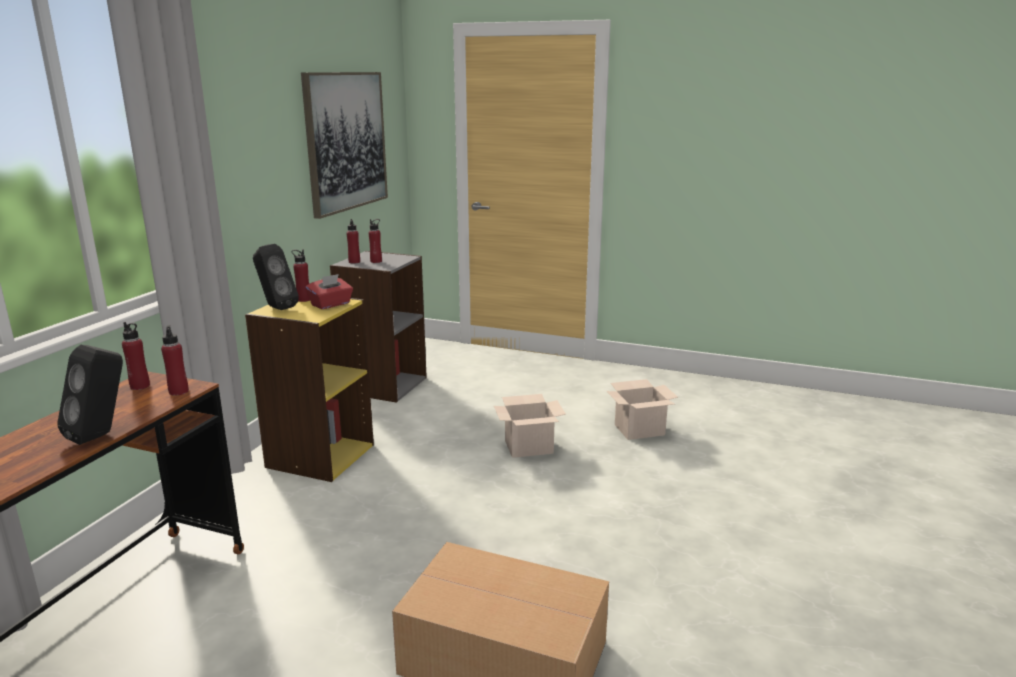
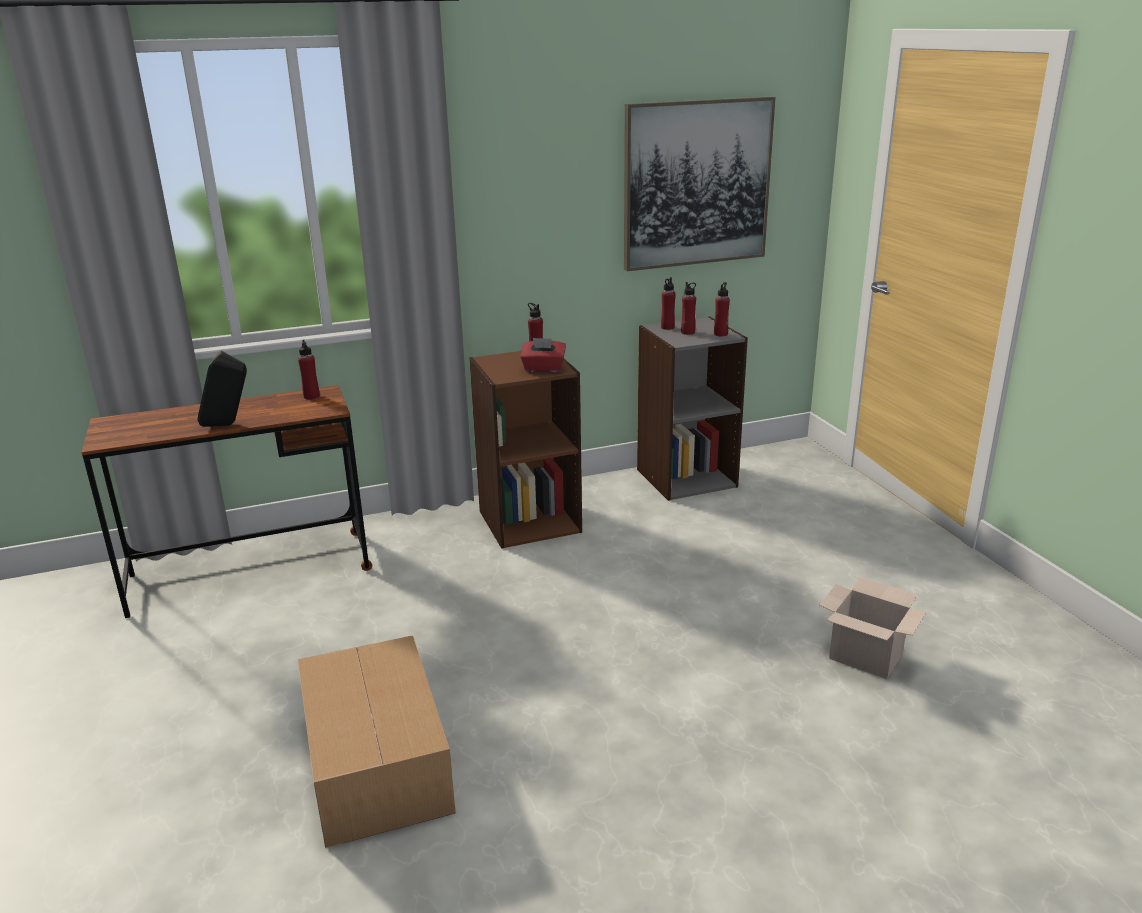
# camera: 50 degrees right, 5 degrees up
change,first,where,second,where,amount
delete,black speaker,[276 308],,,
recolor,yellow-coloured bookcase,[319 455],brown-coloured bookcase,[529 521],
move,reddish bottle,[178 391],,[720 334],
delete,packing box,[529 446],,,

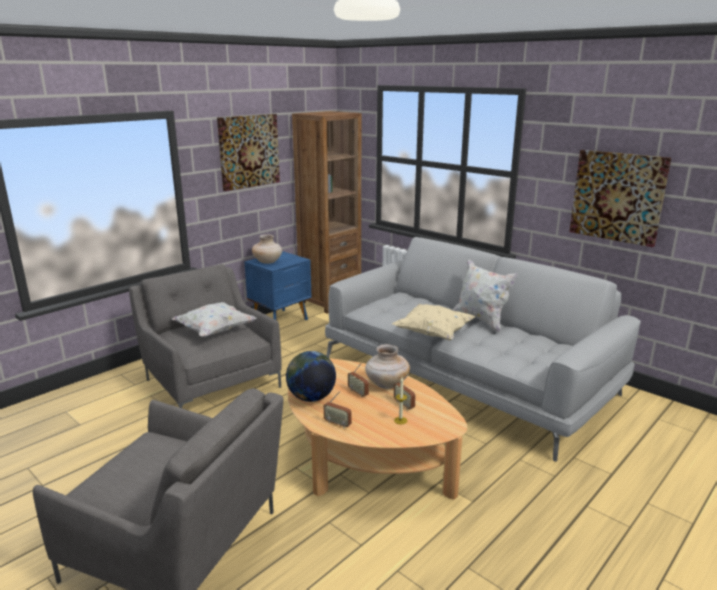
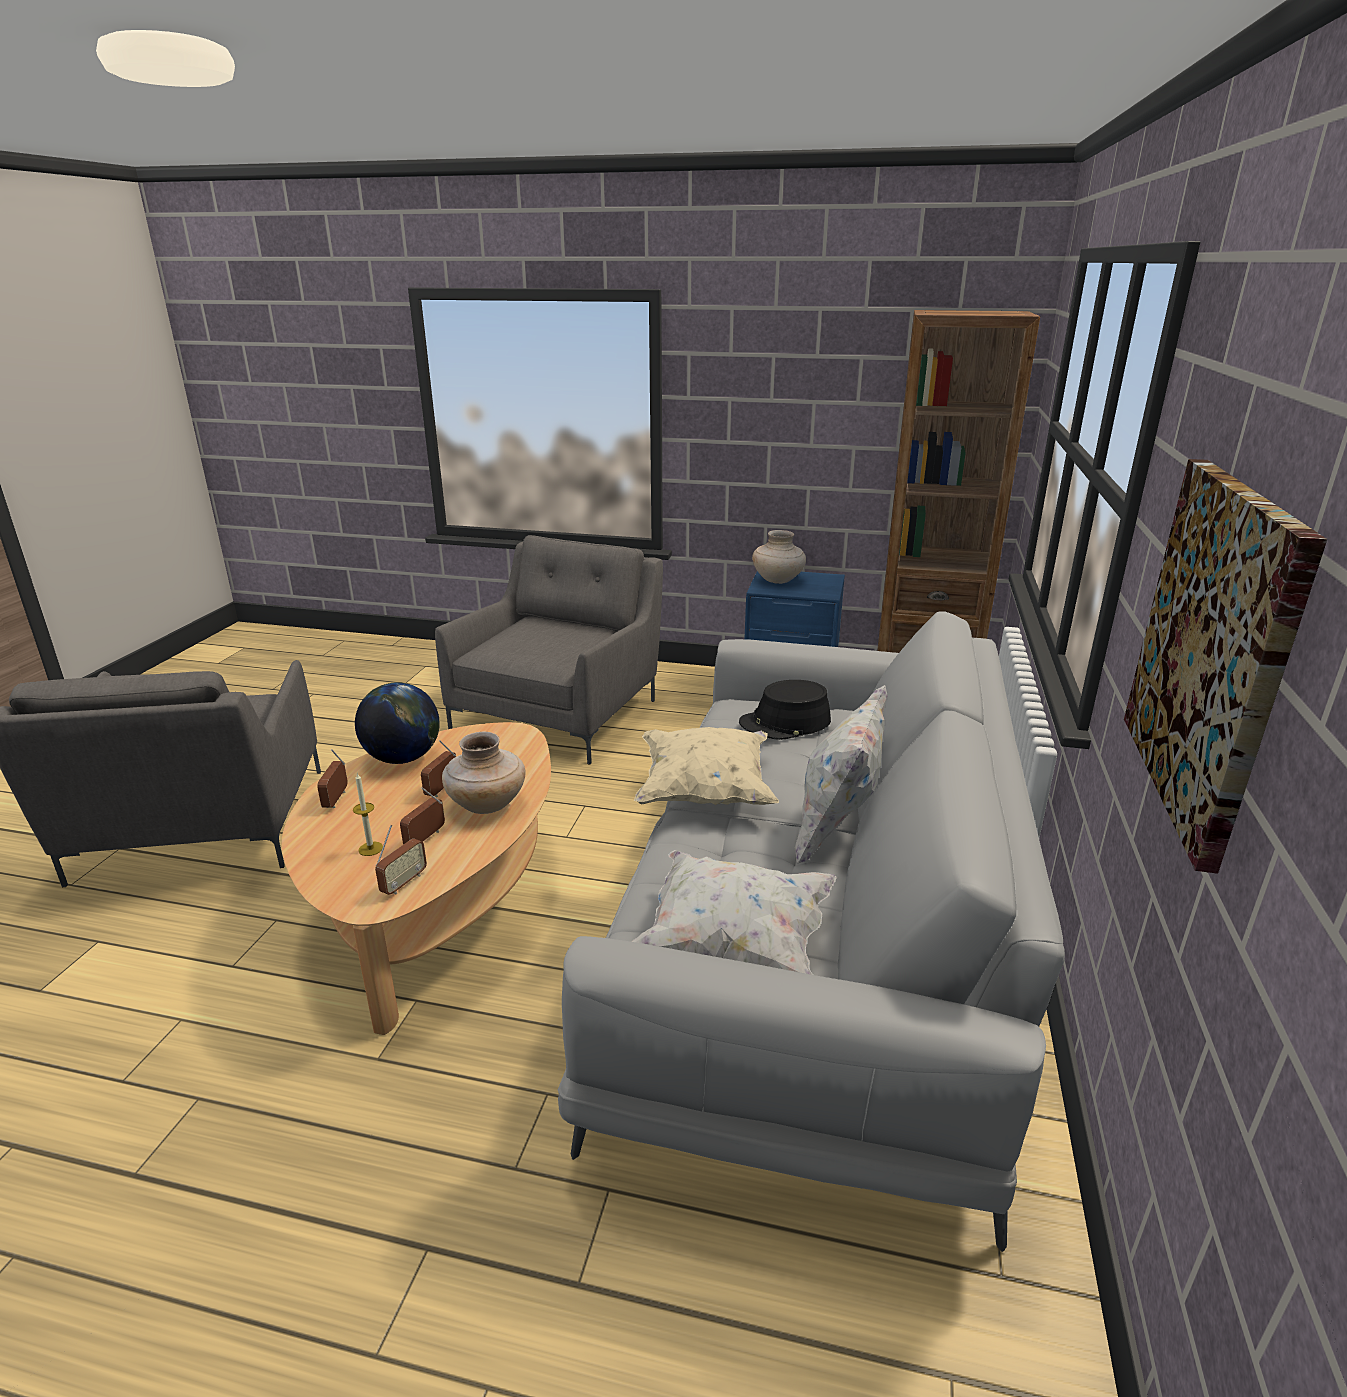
# camera: 60 degrees right, 5 degrees up
change,first,where,second,where,amount
delete,wall art,[248 151],,,
move,white-coloured cushion,[215 331],,[734 946],
insert,,,black hat,[785 722],
insert,,,radio set,[404 883],

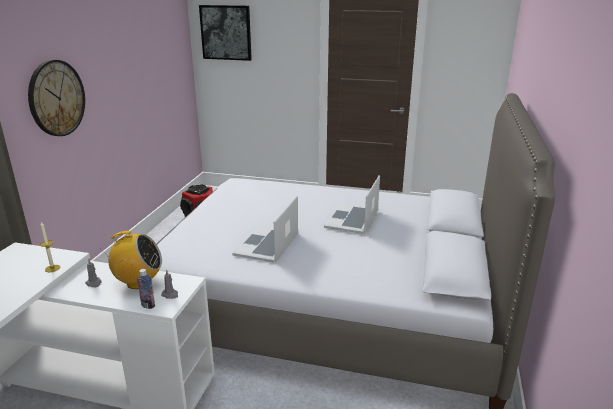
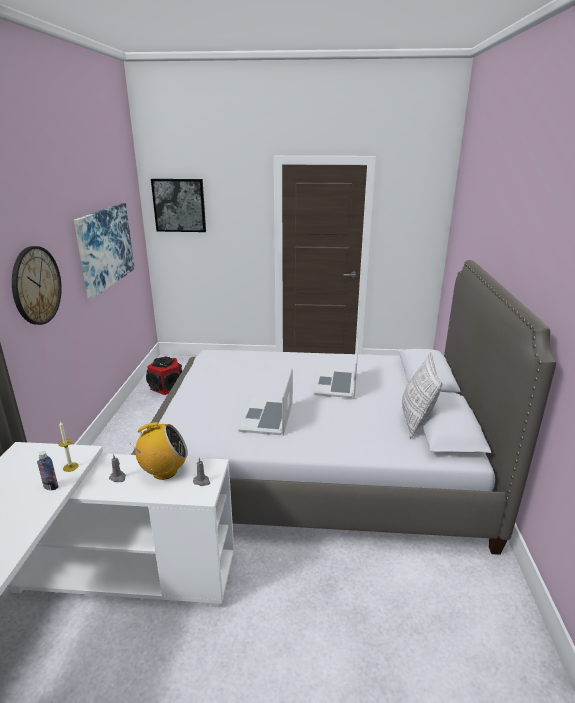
# camera: 10 degrees left, 0 degrees up
change,first,where,second,where,amount
move,bottle,[148 305],,[51 487],
insert,,,wall art,[105 247],
insert,,,cushion,[416 421],

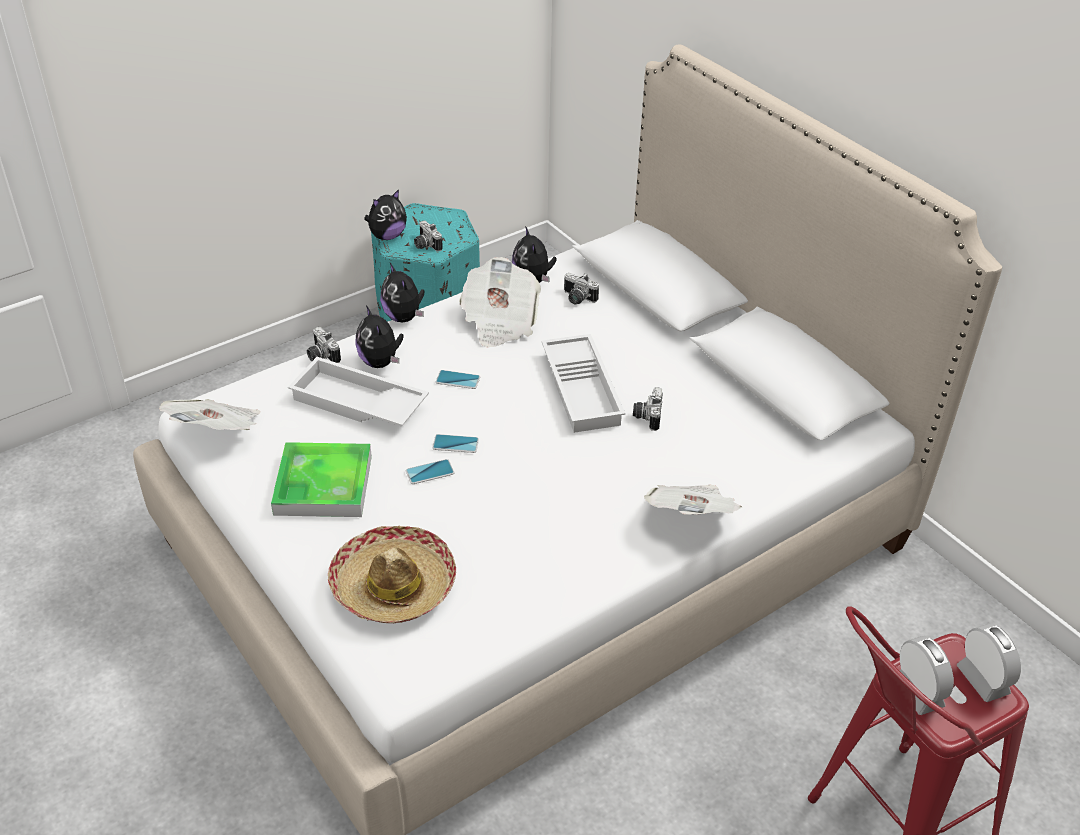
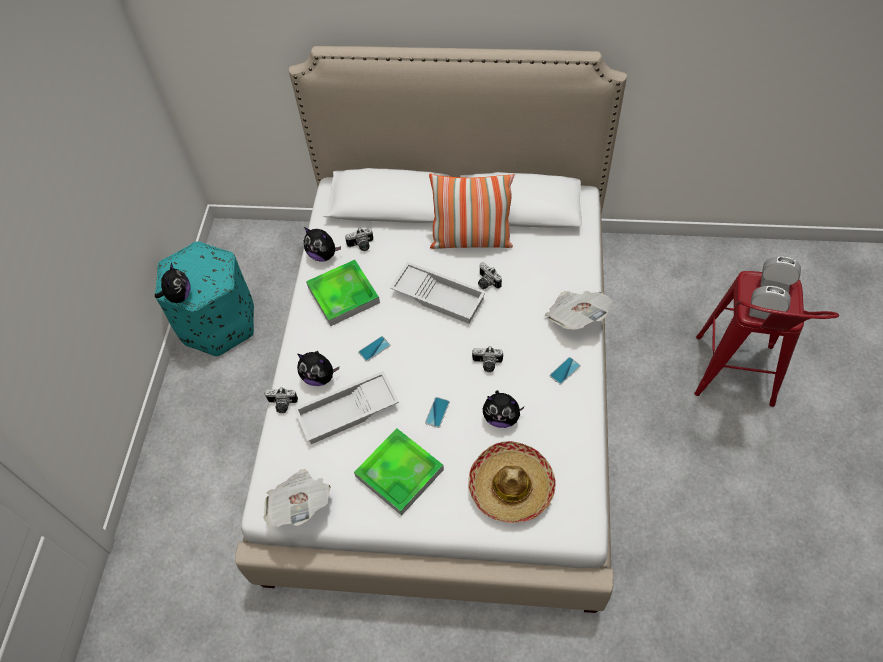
# camera: 45 degrees left, 15 degrees up
change,first,where,second,where,amount
move,photo camera,[425 245],,[487 364],
replace,newspaper,[499 322],tray,[343 295],
move,plush toy,[404 317],,[501 417],
move,telephone,[455 444],,[565 371],
insert,,,cushion,[471 240],

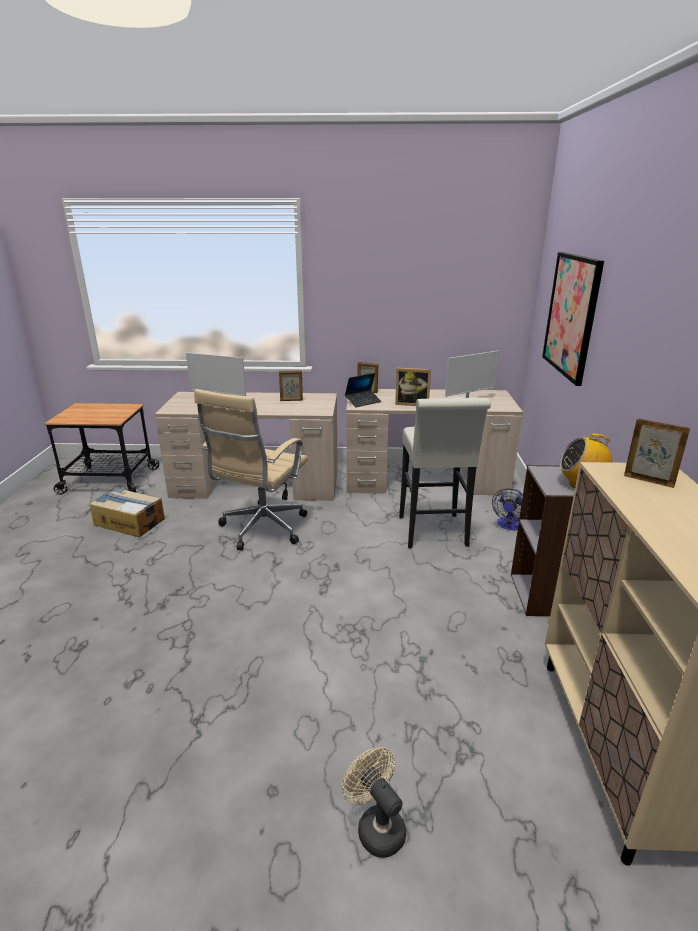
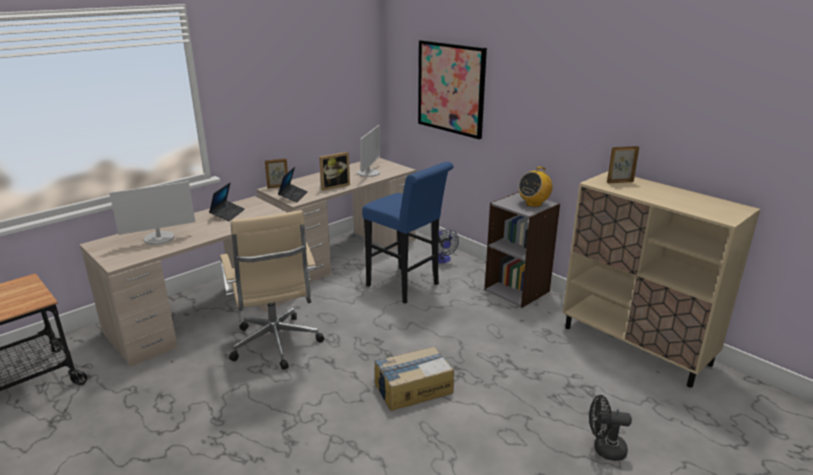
# camera: 45 degrees left, 0 degrees up
change,first,where,second,where,amount
replace,standing frame,[291 400],notebook computer,[227 214],
recolor,white-coloured stool,[434 534],blue stool,[406 287],
move,packing box,[129 521],,[412 388],
recolor,beige electric fan,[376 826],black electric fan,[604 449],

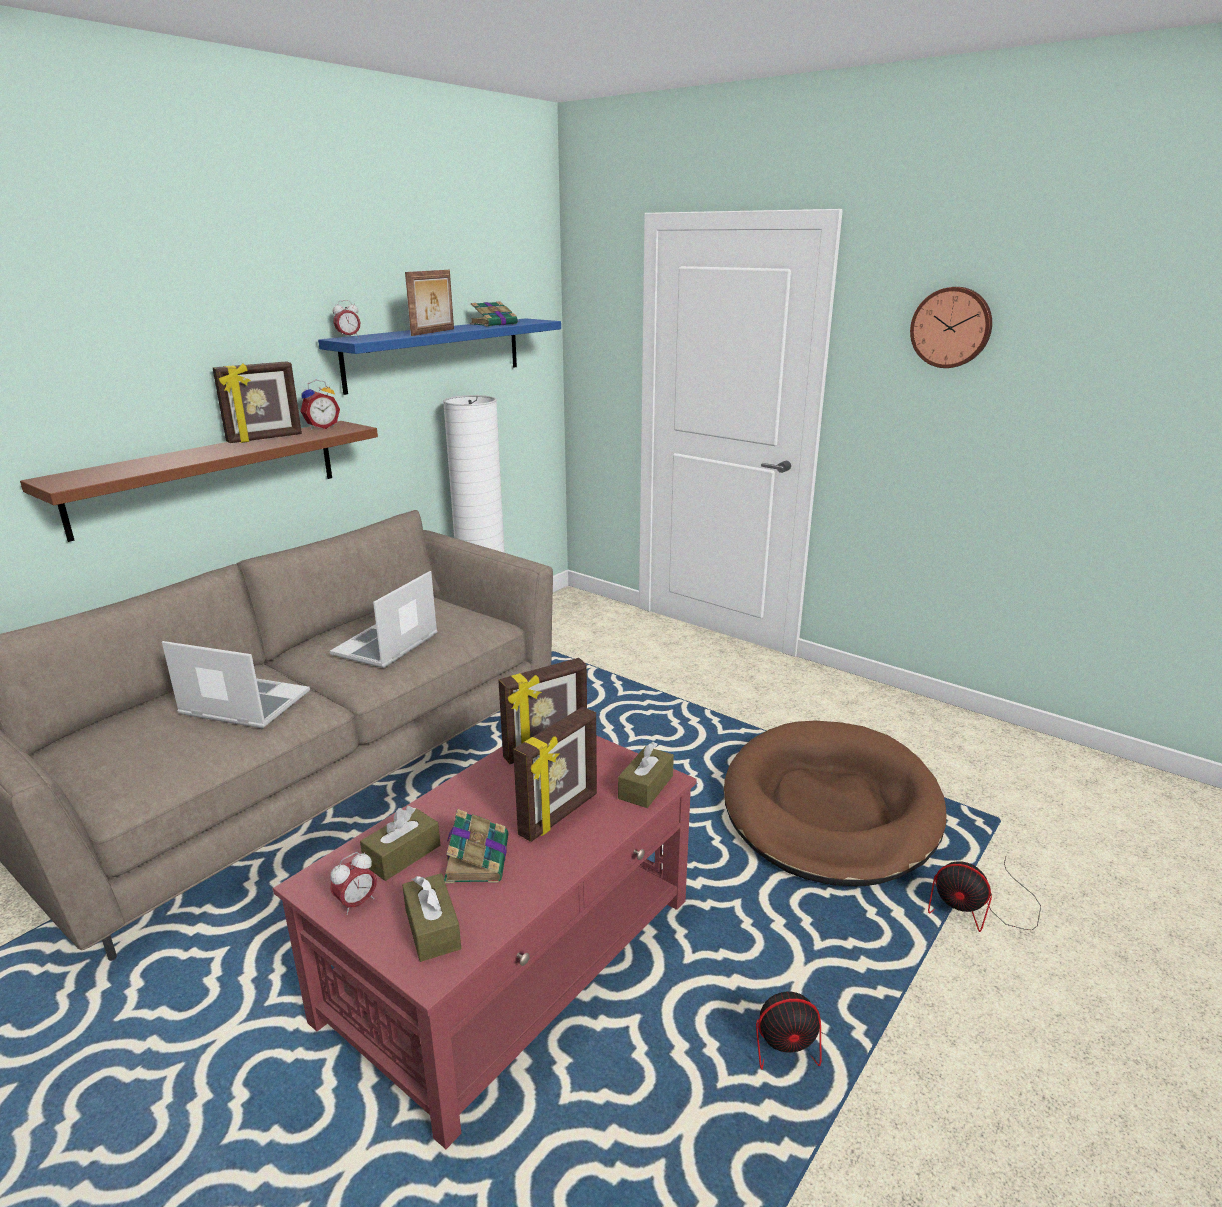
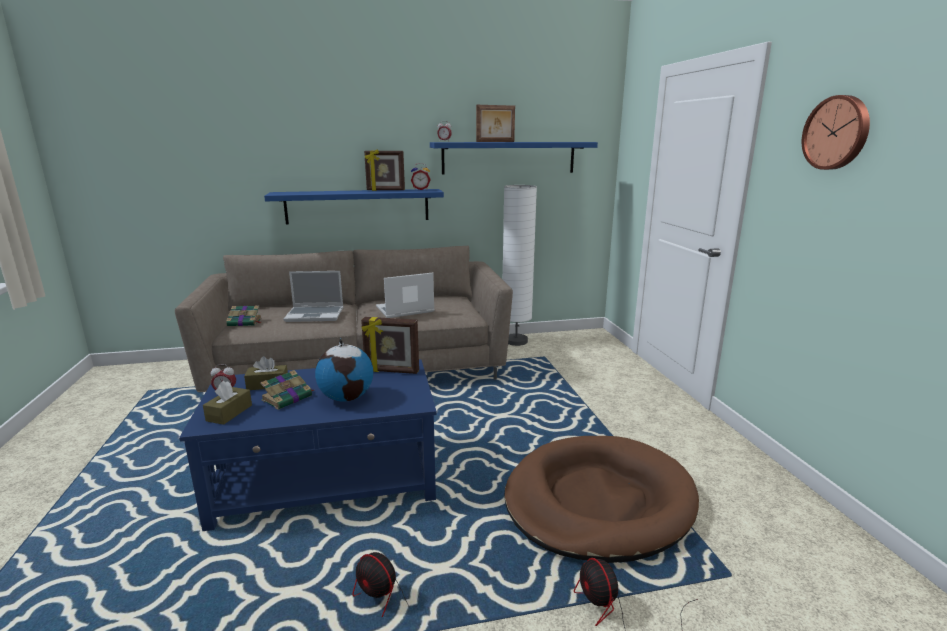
# camera: 40 degrees right, 5 degrees down
change,first,where,second,where,amount
move,volume,[495 324],,[245 322],
recolor,brown-coloured bracket shelf,[209 476],blue bracket shelf,[357 206],
rotate,notebook computer,[243 704],,[315 315],120 degrees clockwise
replace,standing frame,[560 815],world globe,[347 397],
recolor,reddish coffee table,[514 957],blue coffee table,[328 479],
delete,brown-coloured tissue holder,[646 787],,,

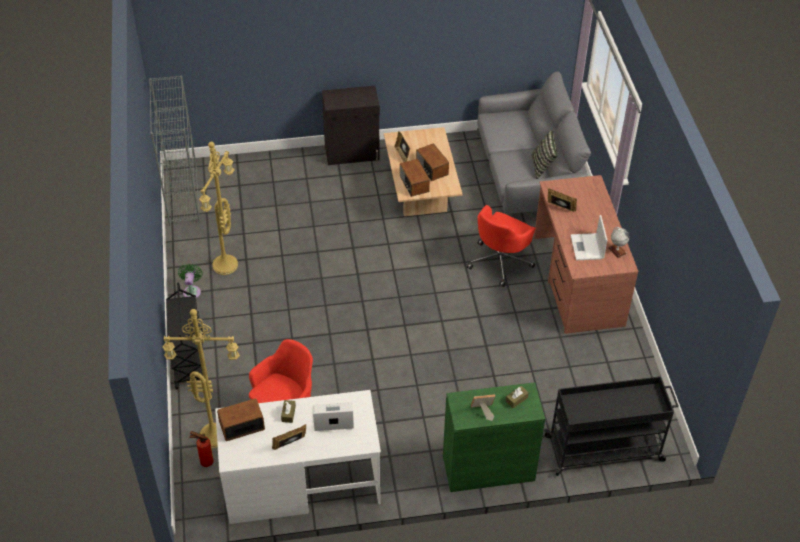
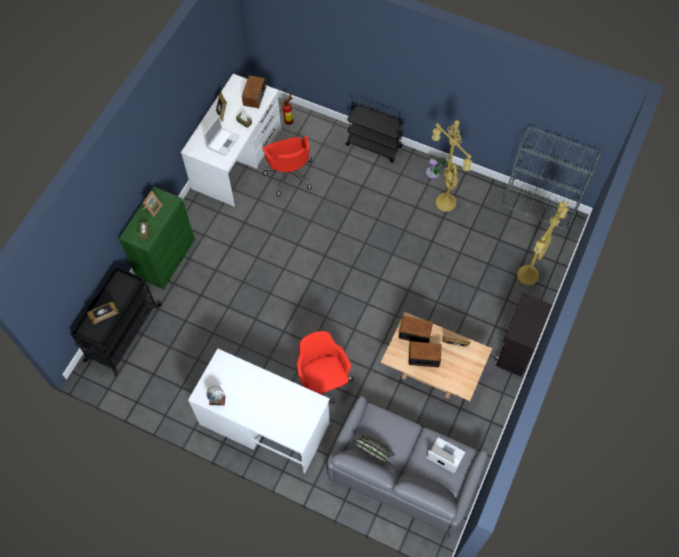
# camera: 125 degrees right, 15 degrees up
change,first,where,second,where,amount
recolor,brown-coloured desk,[577 281],white-coloured desk,[264 423],
move,standing frame,[560 208],,[105 316],
move,notebook computer,[587 247],,[444 455],
move,yellow-coloured standard lamp,[215 434],,[528 277],

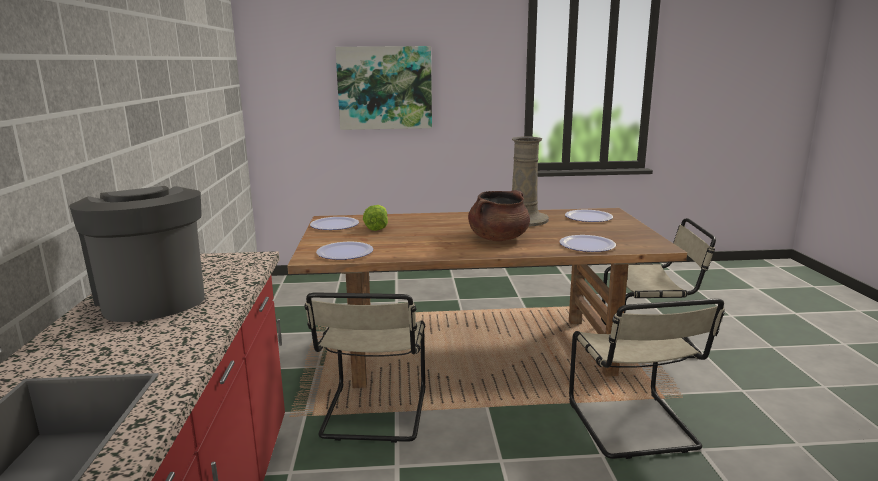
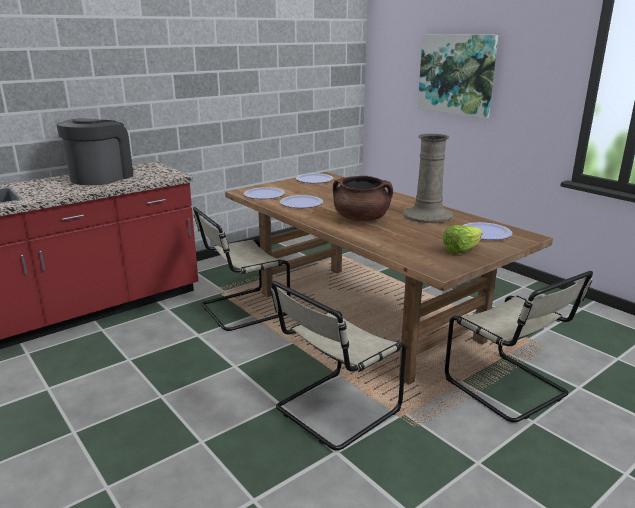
# camera: 55 degrees right, 5 degrees up
change,first,where,second,where,amount
move,head of lettuce,[377 227],,[461 250],
move,dinner plate,[587 245],,[301 203],

